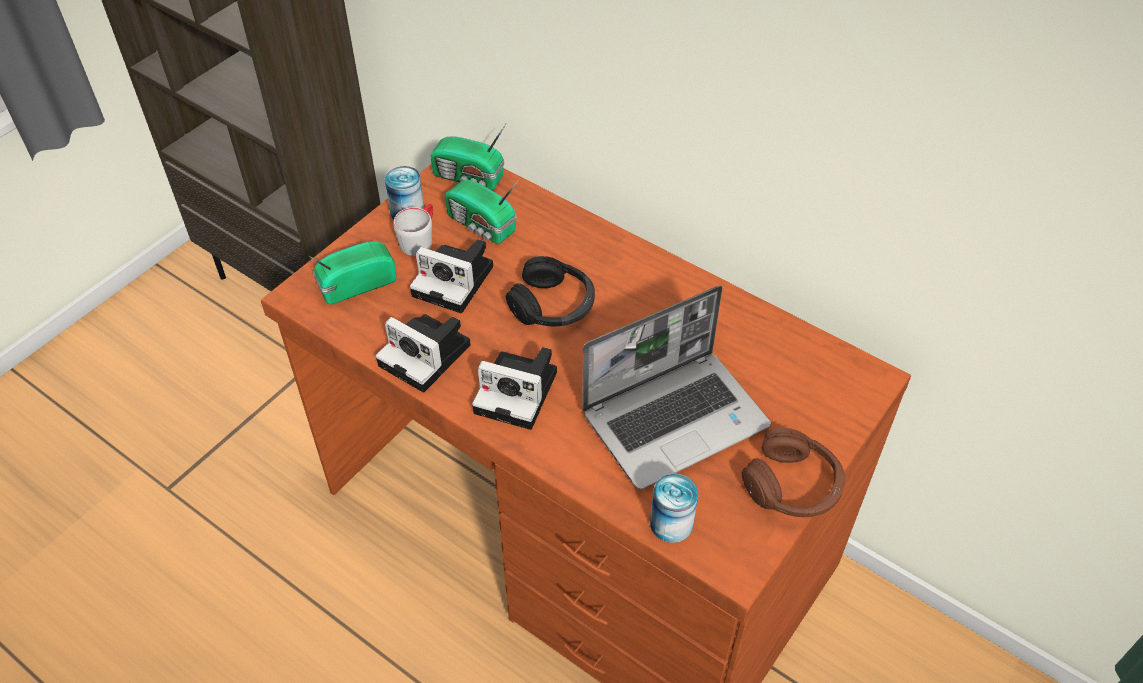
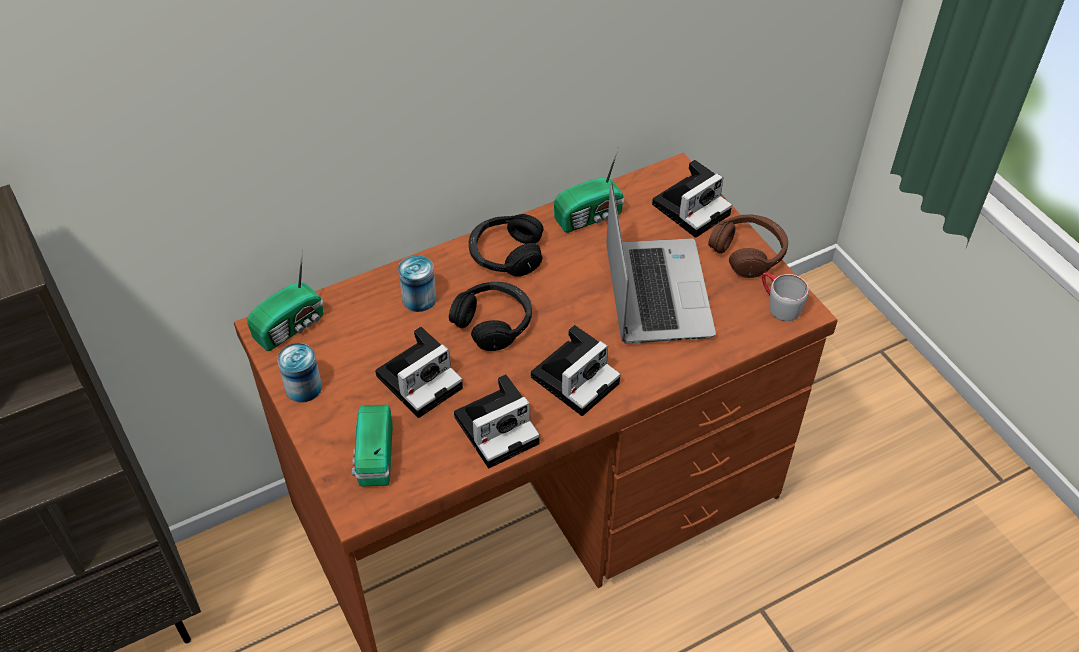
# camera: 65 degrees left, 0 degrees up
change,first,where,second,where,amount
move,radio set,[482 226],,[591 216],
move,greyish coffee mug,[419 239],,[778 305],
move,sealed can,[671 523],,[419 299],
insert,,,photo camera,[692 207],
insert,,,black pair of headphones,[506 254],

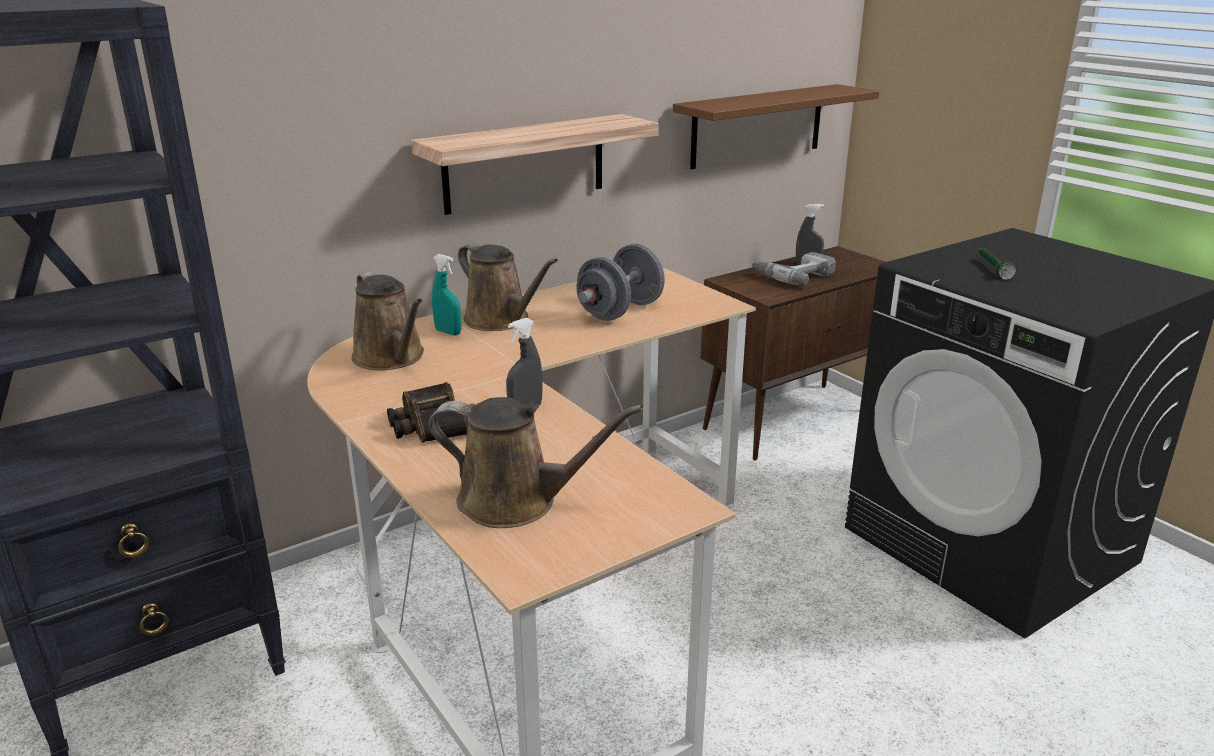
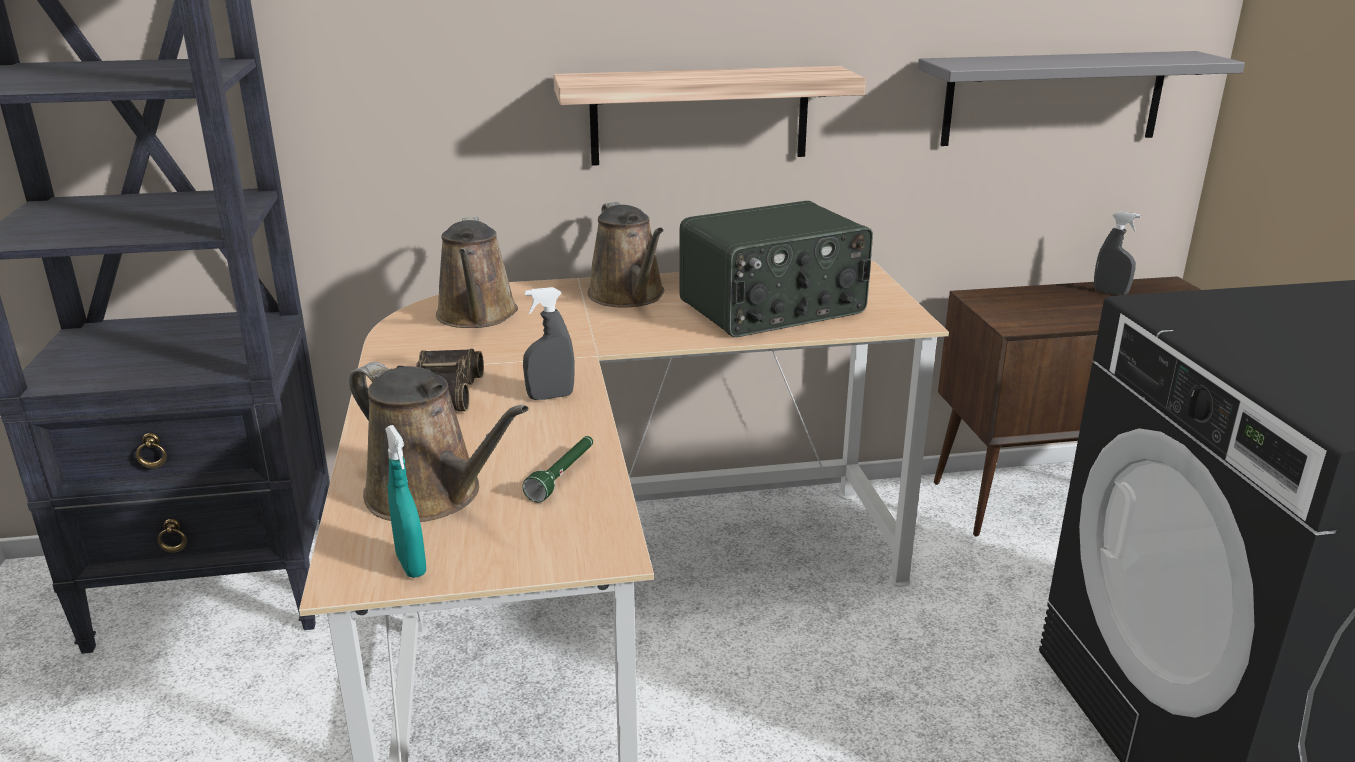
# camera: 25 degrees right, 0 degrees up
change,first,where,second,where,amount
recolor,brown-coloured bracket shelf,[757 126],greyish bracket shelf,[1053 98],
replace,greyish hand weight,[620 311],radio set,[773 308],
move,greenish hand torch,[992 269],,[563 476],
delete,electric drill,[793 275],,,
move,turquoise-coloured spray bottle,[448 332],,[411 565],

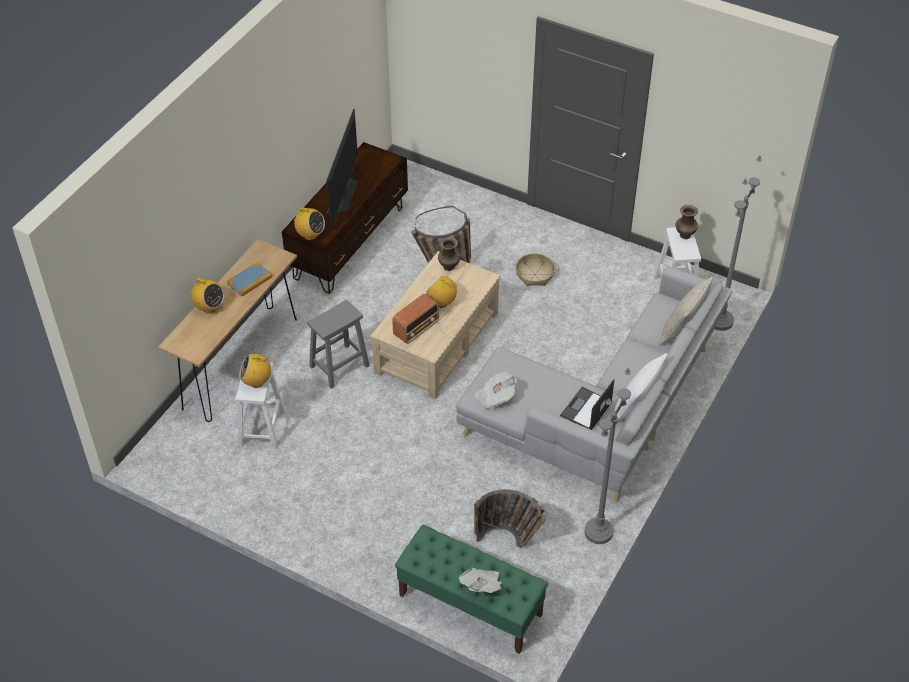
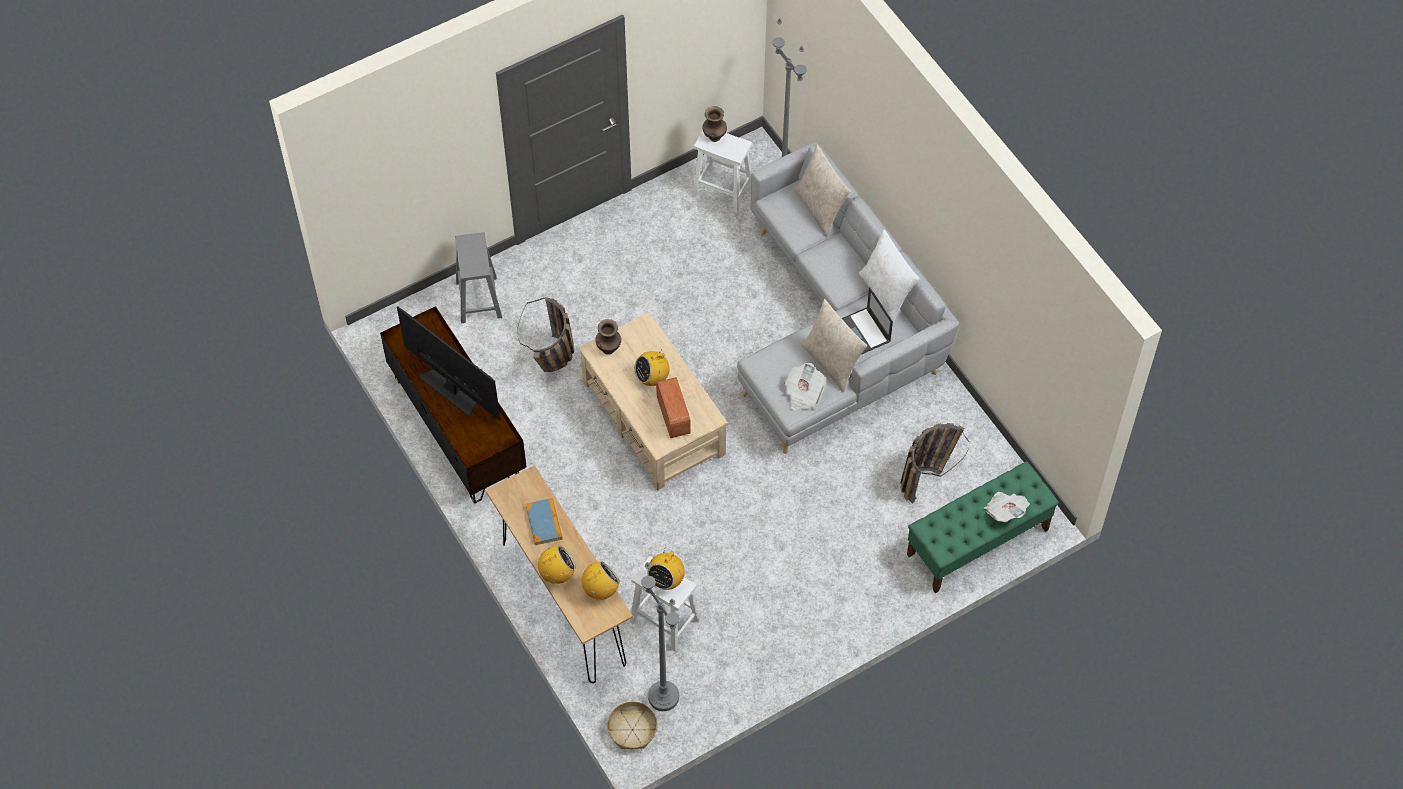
# camera: 60 degrees left, 10 degrees up
change,first,where,second,where,amount
move,radio set,[310 235],,[600 590],
move,basket,[534 274],,[632 730],
move,greyish stool,[340 365],,[478 298],
move,greyish standard lamp,[598 532],,[664 697],
insert,,,beige cushion,[832 362],

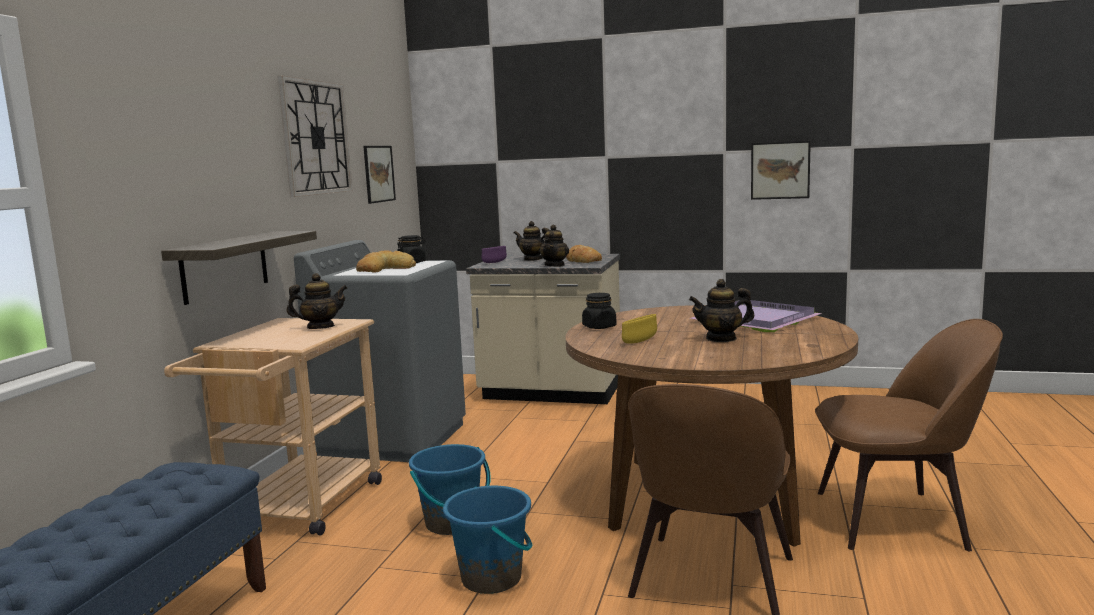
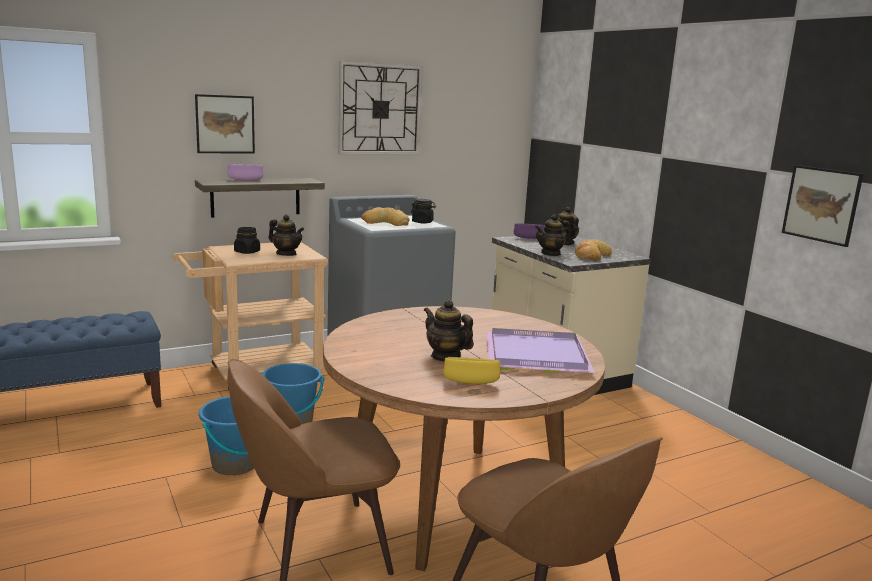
# camera: 45 degrees right, 5 degrees up
change,first,where,second,where,amount
move,wall art,[379 174],,[225 124],
move,black storage jar,[599 327],,[247 252],
move,yellow-coloured serving bowl,[640 341],,[471 383],
insert,,,purplish serving bowl,[245 180],

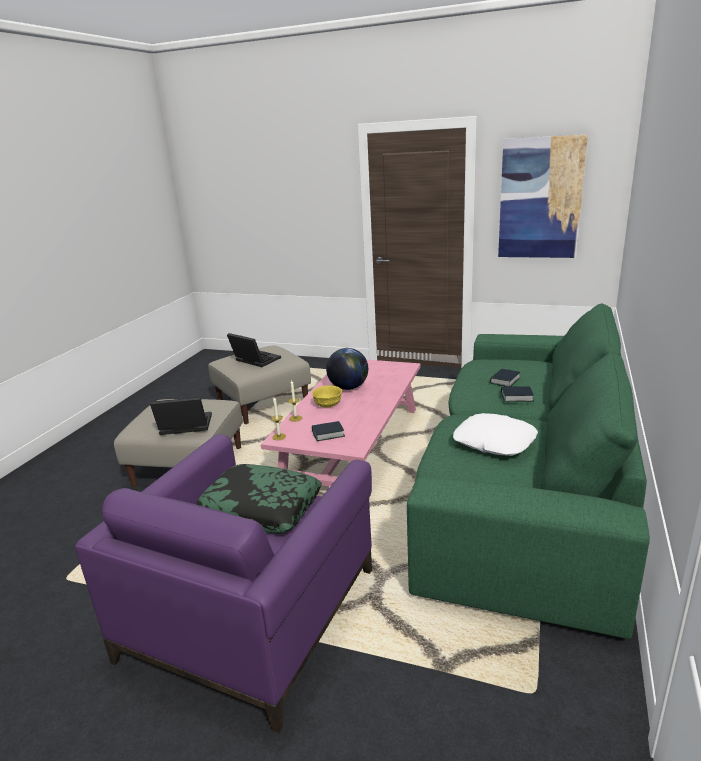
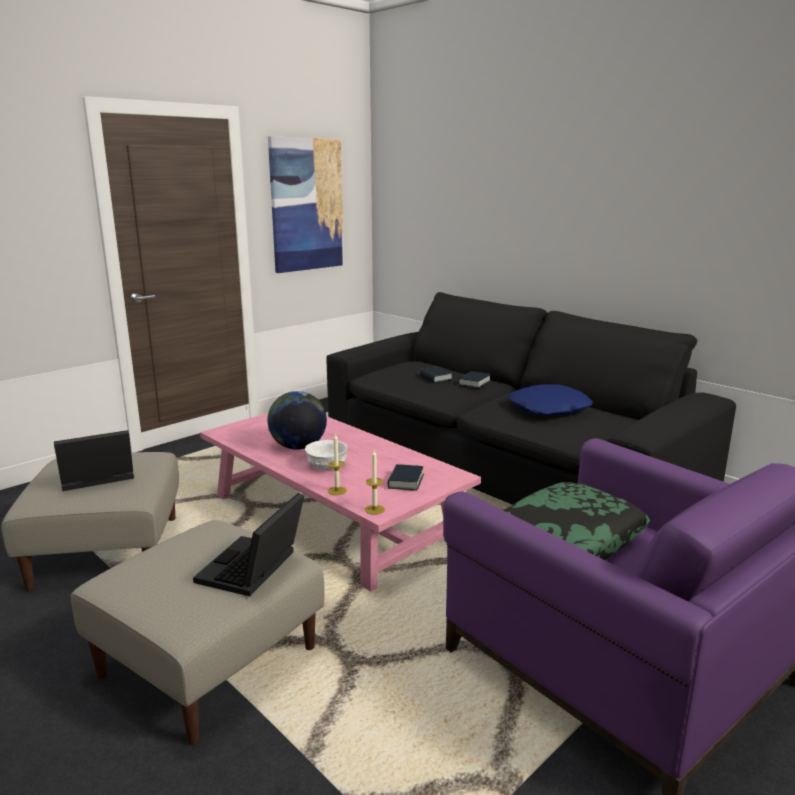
# camera: 65 degrees left, 5 degrees down
change,first,where,second,where,amount
recolor,greenish couch,[525 483],black couch,[501 463],
recolor,yellow-coloured serving bowl,[328 404],white-coloured serving bowl,[327 466],
recolor,white-coloured cushion,[494 442],blue cushion,[549 409],

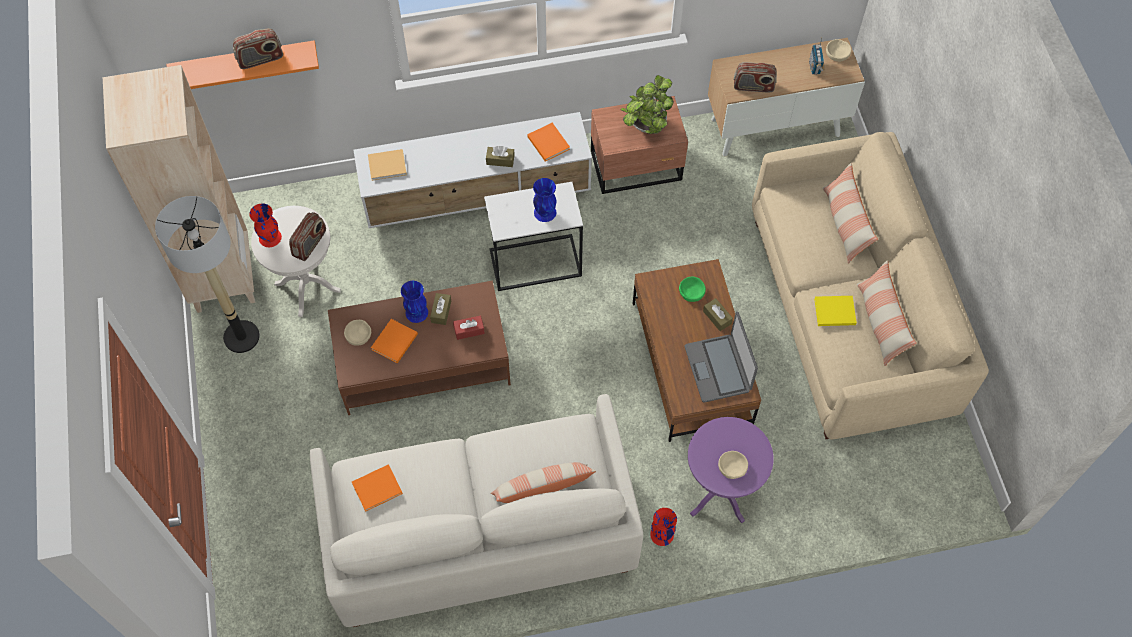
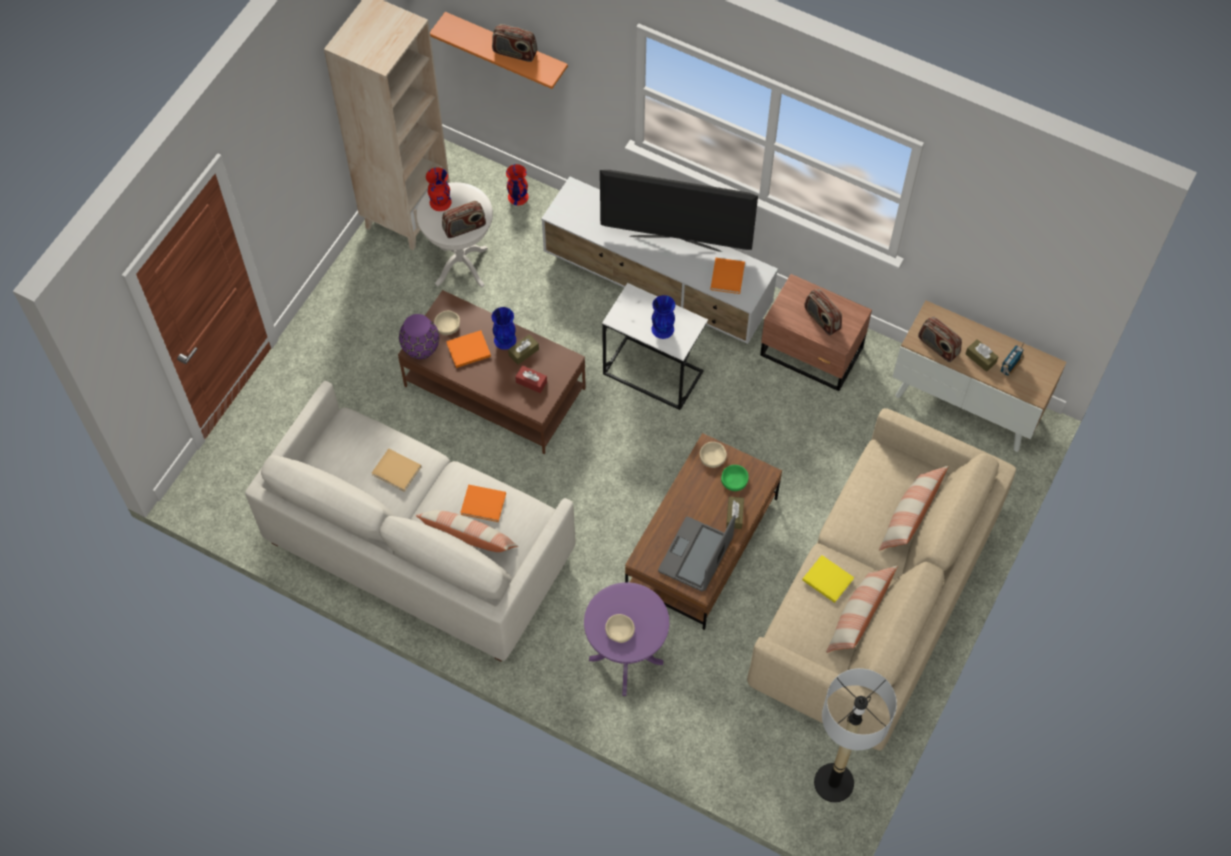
# camera: 40 degrees right, 0 degrees up
change,first,where,second,where,amount
move,beige serving bowl,[837 53],,[712 457],
replace,potted plant,[646 127],radio set,[821 319],
move,brown-coloured tissue holder,[500 160],,[980 358],
move,beige volume,[388 165],,[397 471],
move,standard lamp,[242 337],,[834 783],
move,orangey volume,[378 488],,[484 504],
move,reddish flower vase,[661 535],,[517 196],
insert,,,TV set,[675 242],
insert,,,purplish flower vase,[420 349],

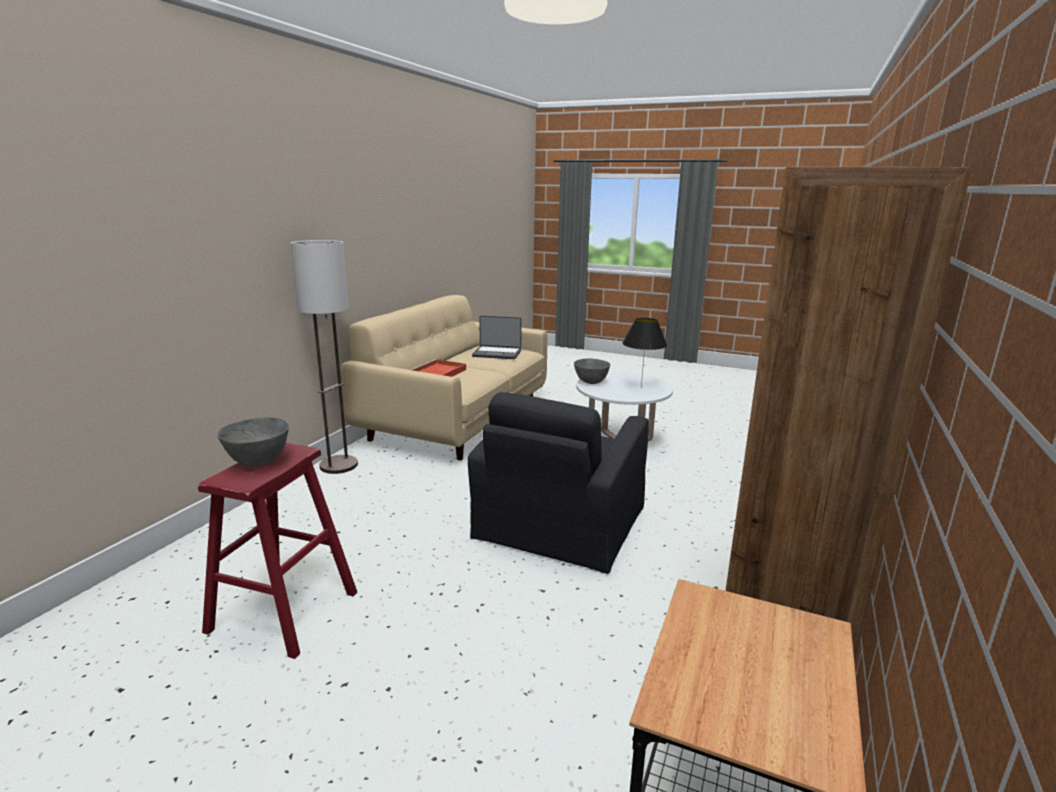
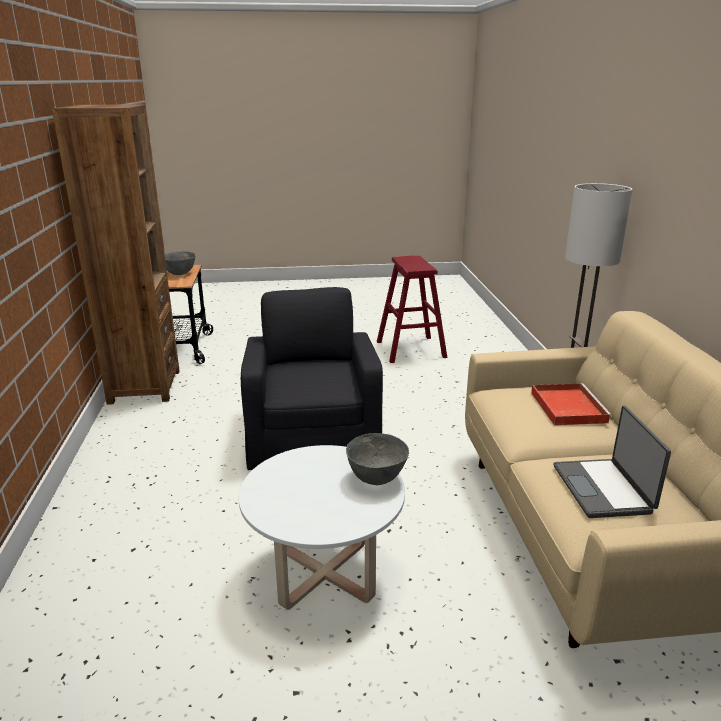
# camera: 150 degrees right, 5 degrees up
change,first,where,second,where,amount
rotate,notebook computer,[497 353],,[603 489],75 degrees counterclockwise
delete,black table lamp,[641 388],,,
move,greyish serving bowl,[258 462],,[179 274],

